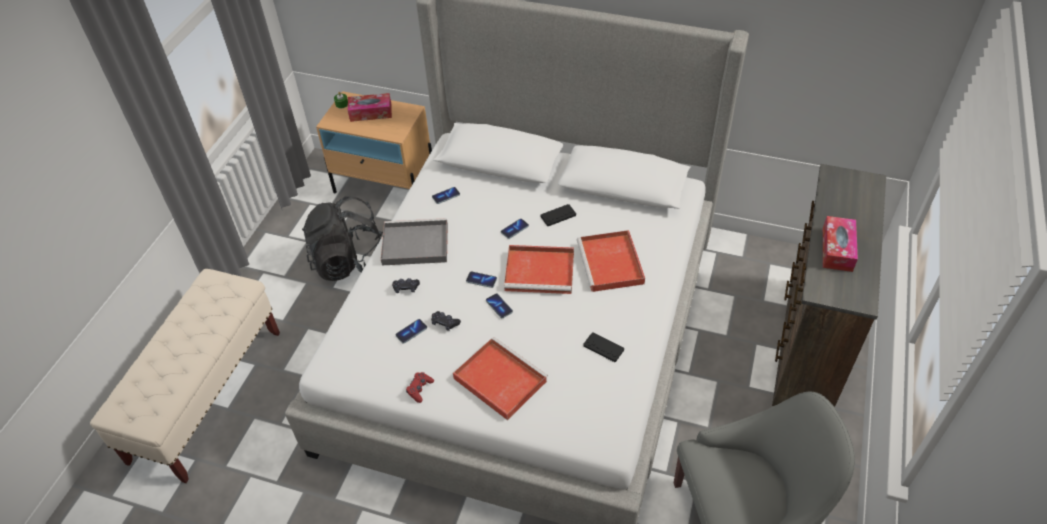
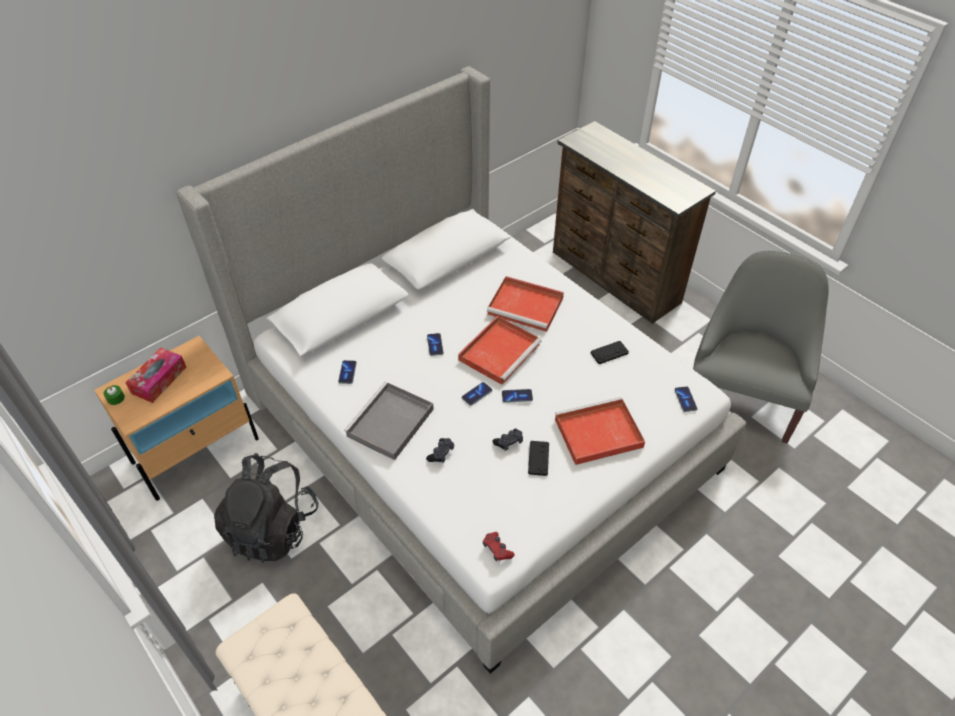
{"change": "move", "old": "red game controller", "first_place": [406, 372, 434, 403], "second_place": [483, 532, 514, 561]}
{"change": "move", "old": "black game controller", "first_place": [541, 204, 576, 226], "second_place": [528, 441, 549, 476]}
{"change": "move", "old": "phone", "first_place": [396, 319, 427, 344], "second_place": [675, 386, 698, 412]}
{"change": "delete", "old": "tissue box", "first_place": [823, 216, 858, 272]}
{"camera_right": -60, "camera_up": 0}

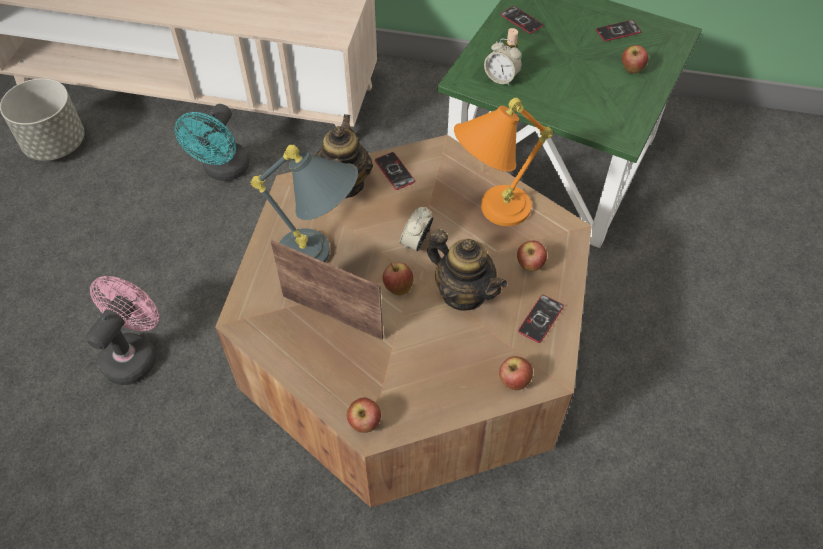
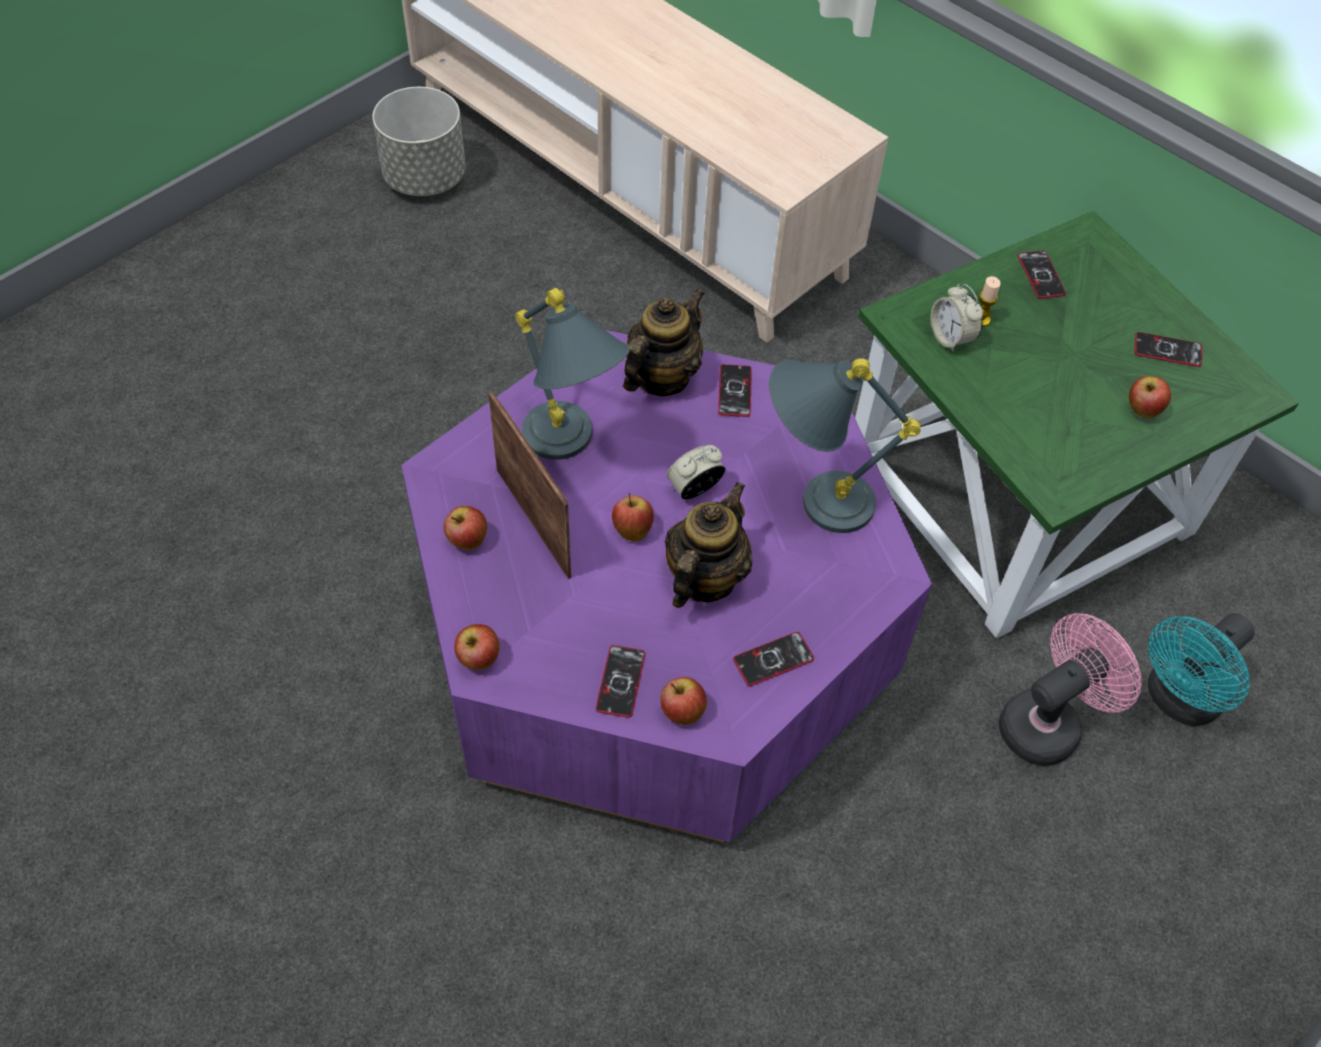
{"change": "recolor", "old": "brown coffee table", "new": "purple coffee table", "first_place": [215, 135, 592, 508], "second_place": [401, 330, 932, 842]}
{"change": "move", "old": "apple", "first_place": [517, 241, 547, 271], "second_place": [444, 506, 487, 550]}
{"change": "insert", "new": "phone", "second_place": [596, 645, 645, 718]}
{"change": "rotate", "old": "teapot", "first_place": [427, 229, 507, 310], "second_place": [664, 482, 753, 608], "degrees": -135}
{"change": "recolor", "old": "orange table lamp", "new": "grey table lamp", "first_place": [454, 98, 553, 226], "second_place": [769, 358, 921, 533]}
{"change": "move", "old": "pink fan", "first_place": [86, 276, 159, 385], "second_place": [999, 613, 1142, 766]}
{"change": "move", "old": "turquoise fan", "first_place": [175, 104, 250, 181], "second_place": [1148, 613, 1255, 726]}
{"camera_right": 30, "camera_up": 0}

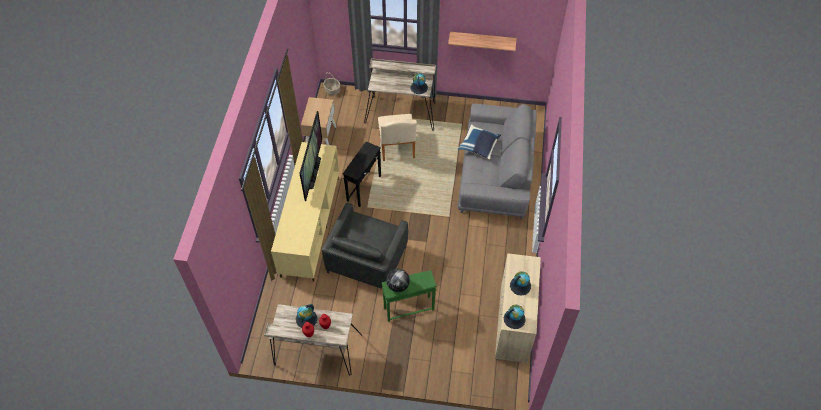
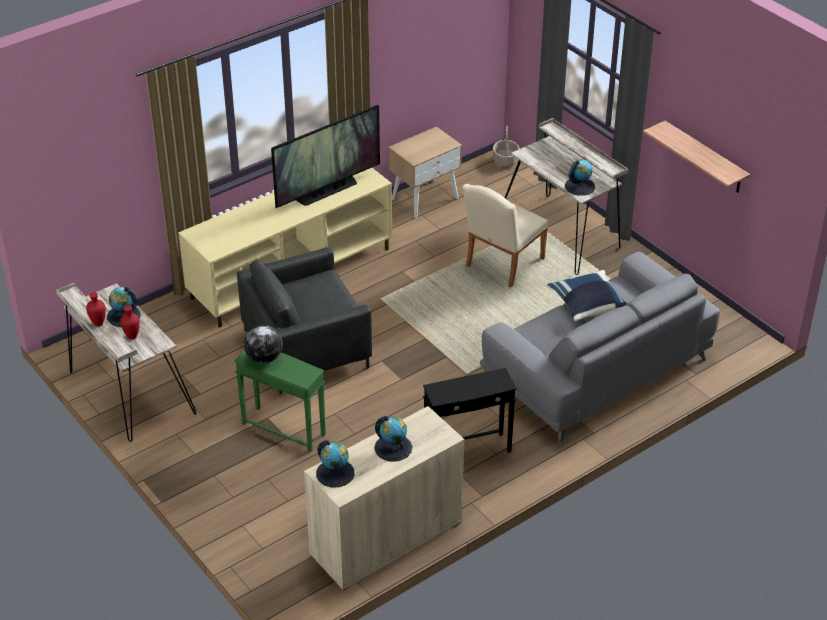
{"change": "move", "old": "black side table", "first_place": [343, 142, 381, 207], "second_place": [423, 368, 517, 453]}
{"camera_right": 45, "camera_up": -15}

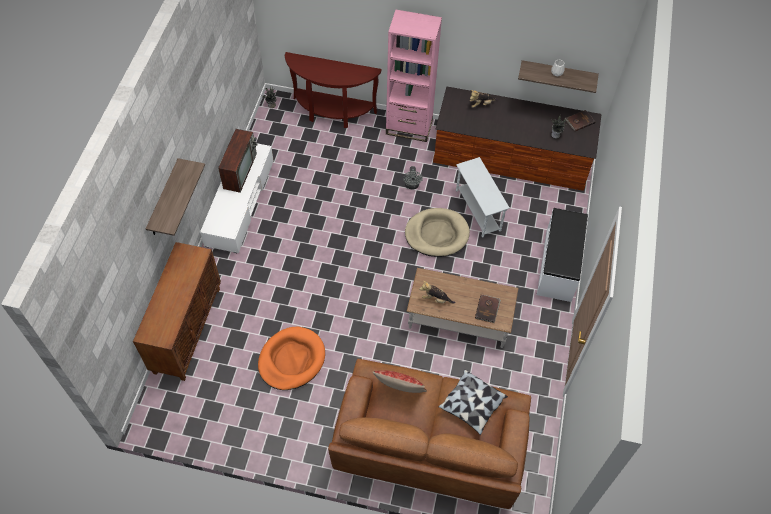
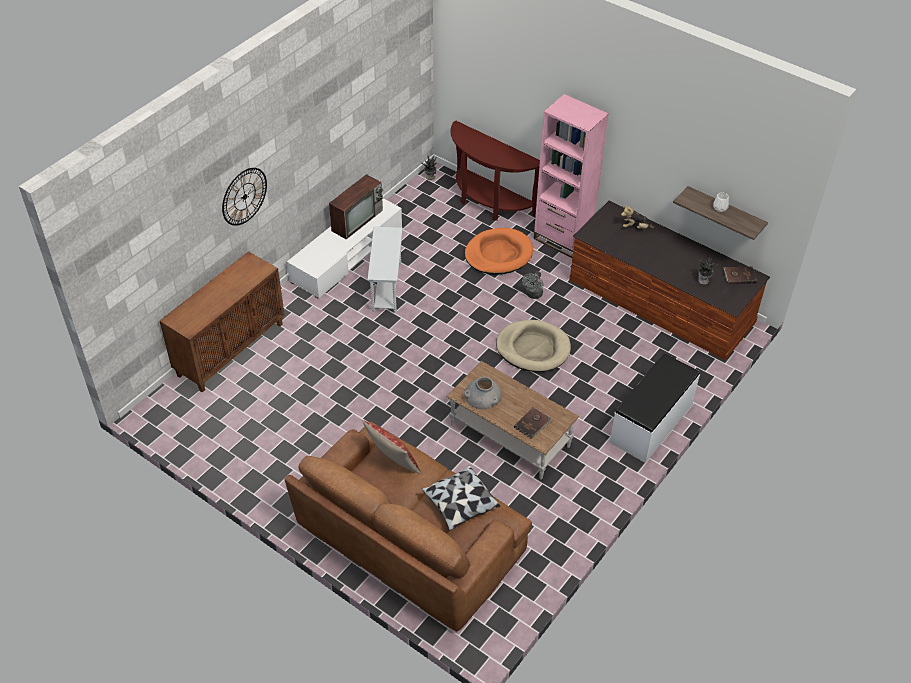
{"change": "replace", "old": "shelf", "new": "wall clock", "first_place": [146, 158, 205, 236], "second_place": [222, 168, 267, 226]}
{"change": "move", "old": "white side table", "first_place": [456, 157, 510, 237], "second_place": [367, 227, 403, 312]}
{"change": "replace", "old": "plush toy", "new": "grey vase", "first_place": [419, 281, 455, 303], "second_place": [464, 377, 502, 409]}
{"change": "move", "old": "orange dog bed", "first_place": [258, 327, 325, 390], "second_place": [465, 228, 533, 275]}
{"camera_right": 25, "camera_up": -10}

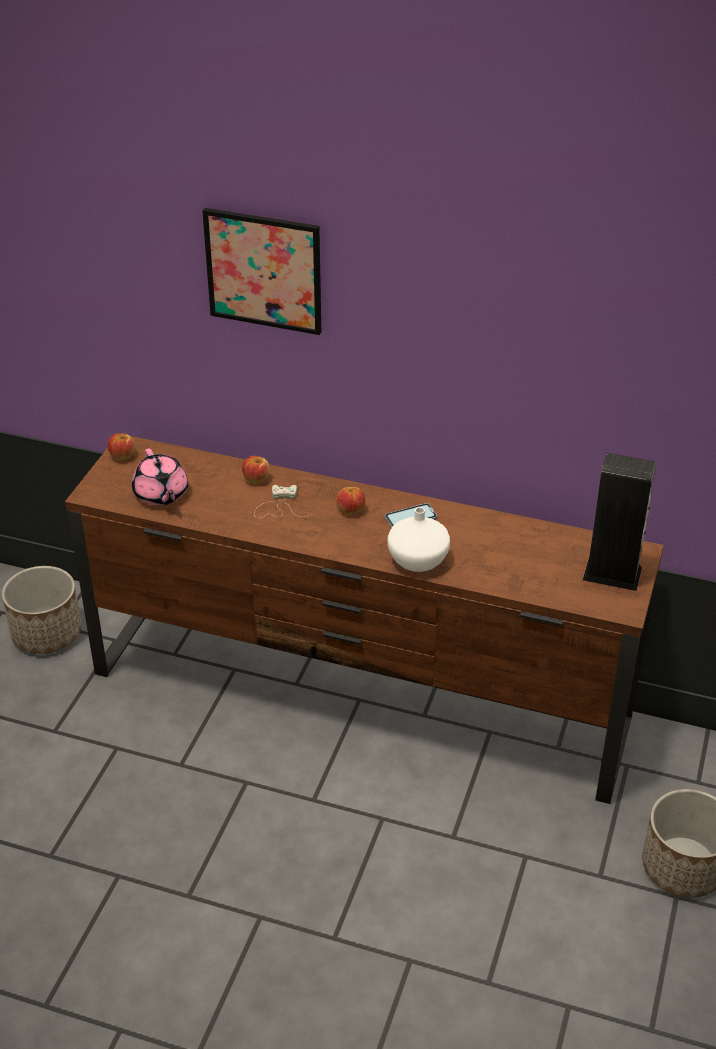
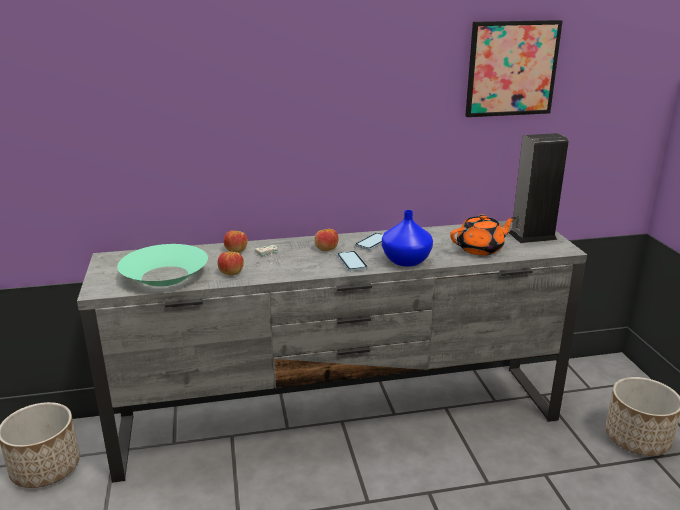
{"change": "recolor", "old": "brown tv stand", "new": "grey tv stand", "first_place": [65, 436, 664, 804], "second_place": [77, 221, 587, 483]}
{"change": "replace", "old": "pink teapot", "new": "turquoise bowl", "first_place": [132, 448, 188, 506], "second_place": [117, 244, 208, 287]}
{"change": "move", "old": "apple", "first_place": [107, 433, 135, 461], "second_place": [217, 252, 244, 276]}
{"change": "insert", "new": "phone", "second_place": [337, 251, 368, 271]}
{"change": "recolor", "old": "white vase", "new": "blue vase", "first_place": [388, 507, 450, 572], "second_place": [382, 210, 433, 267]}
{"change": "insert", "new": "orange teapot", "second_place": [450, 214, 516, 255]}
{"change": "move", "old": "picture", "first_place": [202, 208, 321, 335], "second_place": [465, 20, 562, 117]}
{"camera_right": -30, "camera_up": -15}

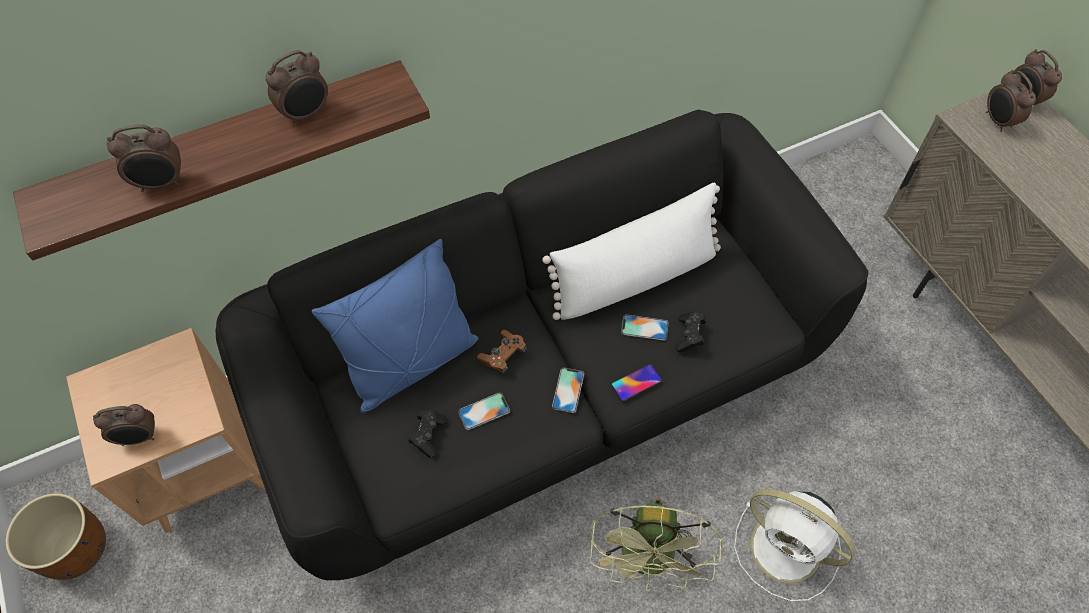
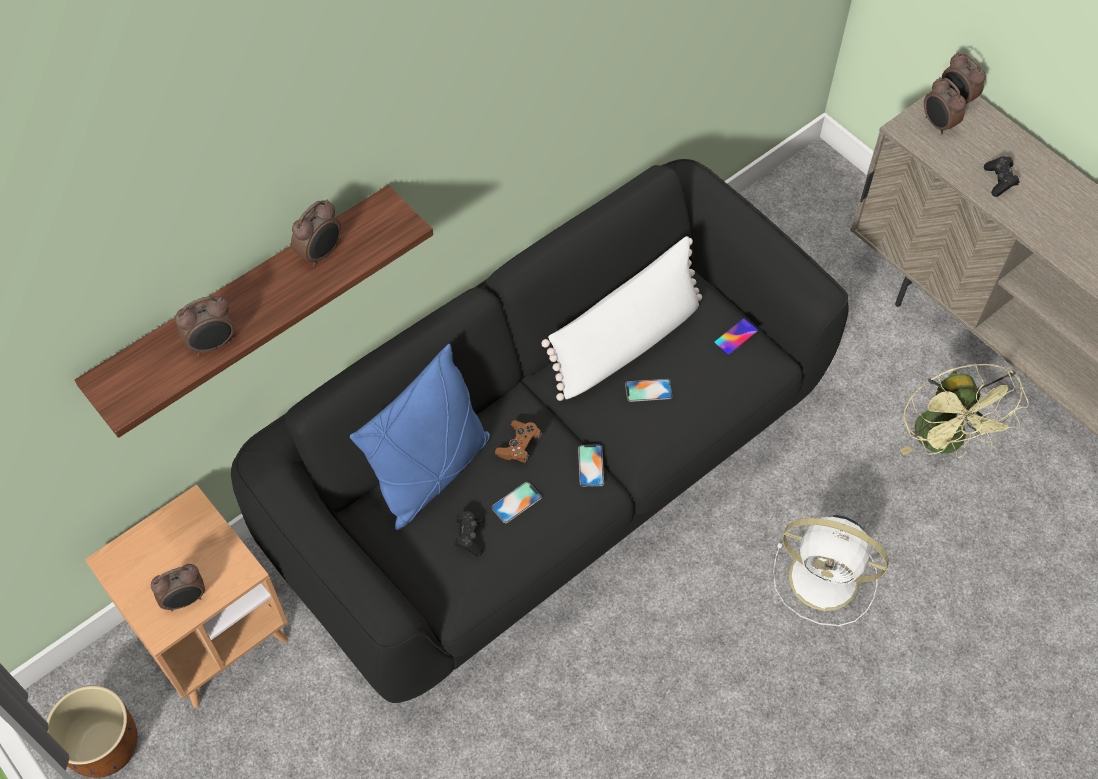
{"change": "move", "old": "phone", "first_place": [611, 364, 662, 401], "second_place": [714, 318, 759, 355]}
{"change": "move", "old": "green fan", "first_place": [589, 498, 723, 591], "second_place": [900, 363, 1029, 458]}
{"change": "move", "old": "black game controller", "first_place": [676, 312, 706, 352], "second_place": [984, 156, 1019, 197]}
{"camera_right": -15, "camera_up": 0}

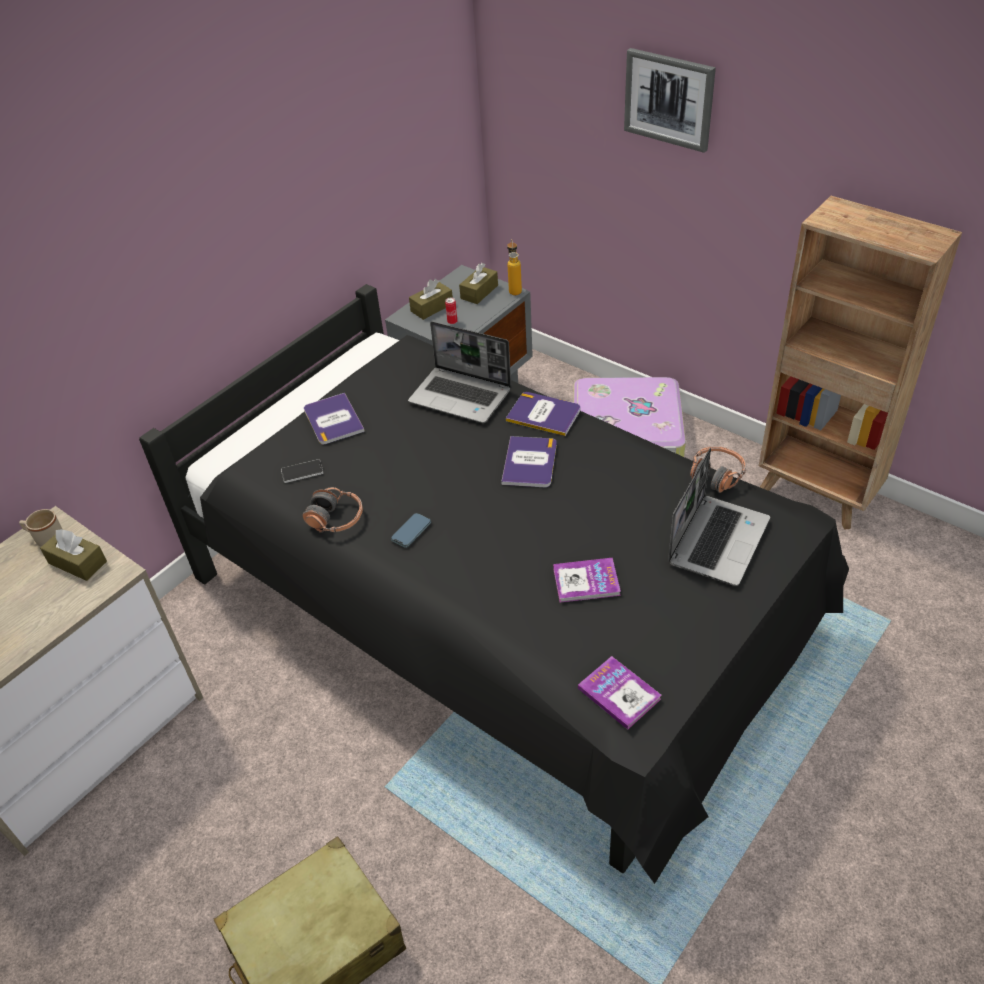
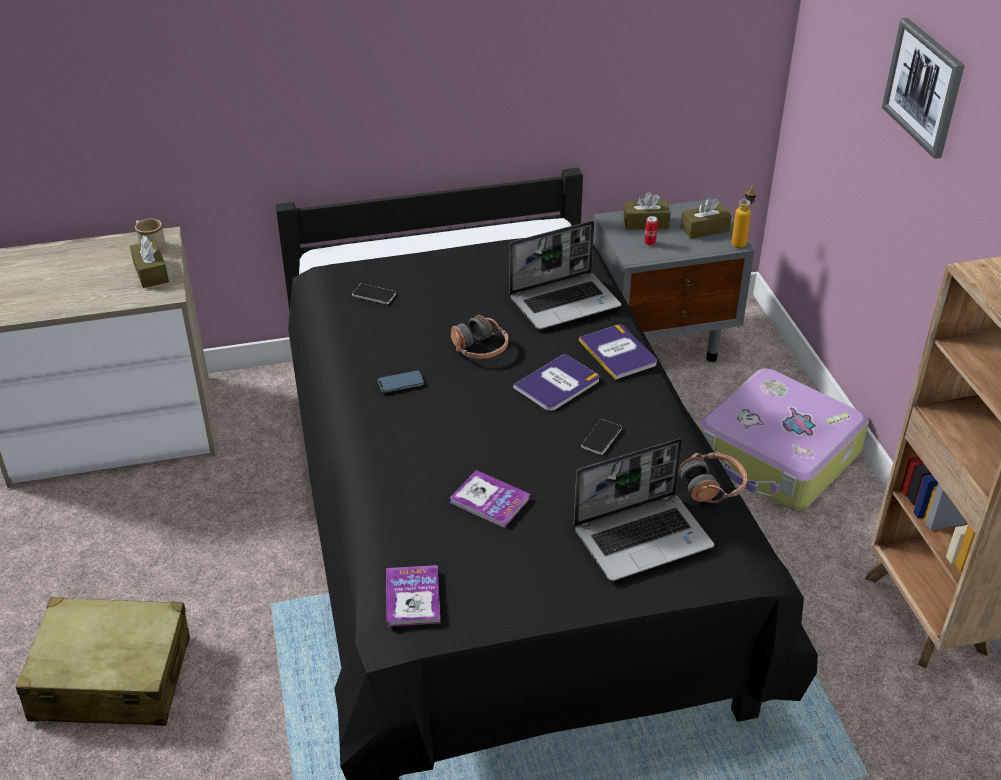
{"change": "move", "old": "headphones", "first_place": [302, 487, 363, 533], "second_place": [451, 315, 508, 359]}
{"change": "rotate", "old": "laptop", "first_place": [408, 321, 511, 423], "second_place": [509, 221, 621, 329], "degrees": -90}
{"change": "insert", "new": "phone", "second_place": [581, 419, 622, 455]}
{"change": "delete", "old": "book", "first_place": [304, 393, 365, 444]}
{"camera_right": 35, "camera_up": -5}

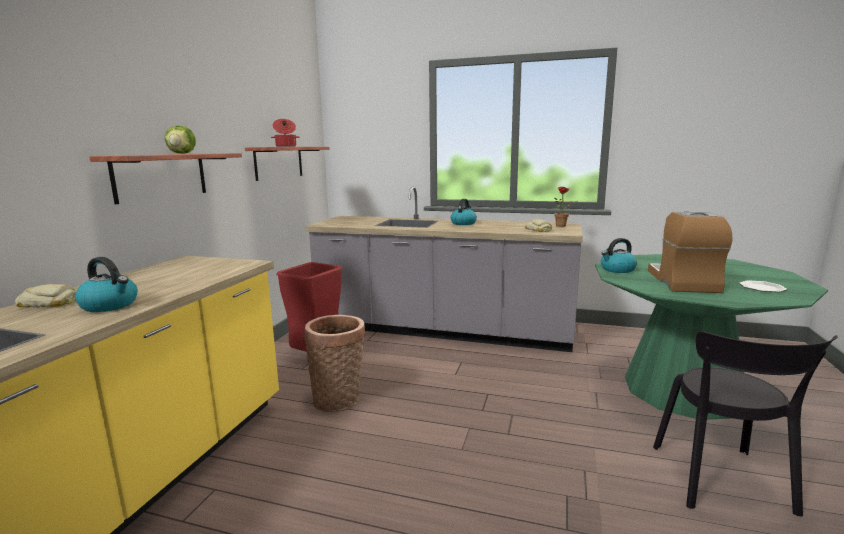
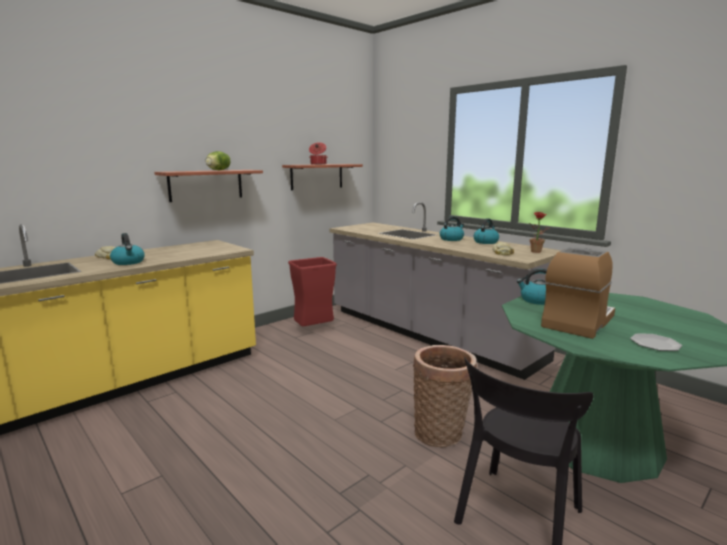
{"change": "move", "old": "basket", "first_place": [304, 315, 365, 412], "second_place": [413, 345, 477, 447]}
{"change": "insert", "new": "kettle", "second_place": [473, 218, 499, 244]}
{"camera_right": 30, "camera_up": 0}

